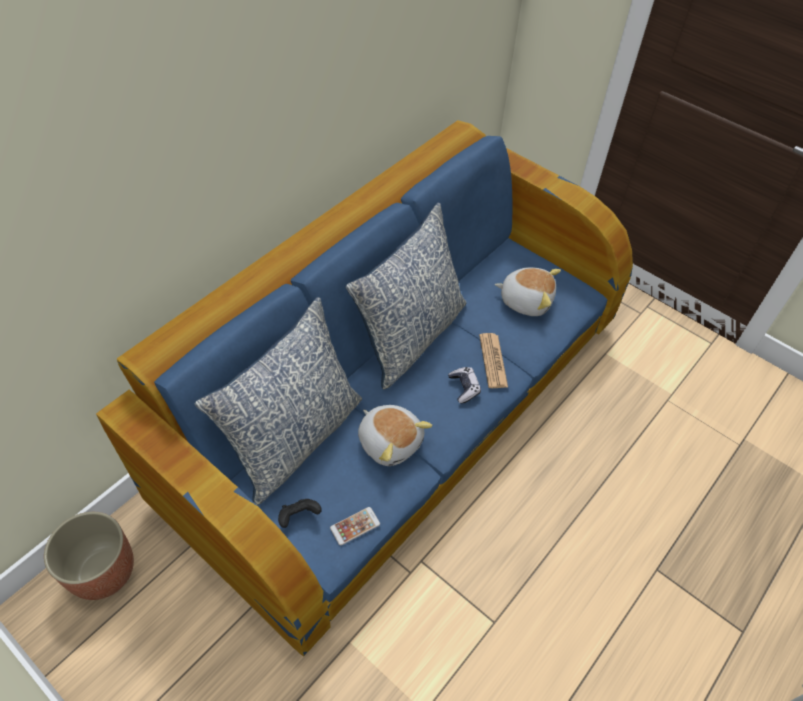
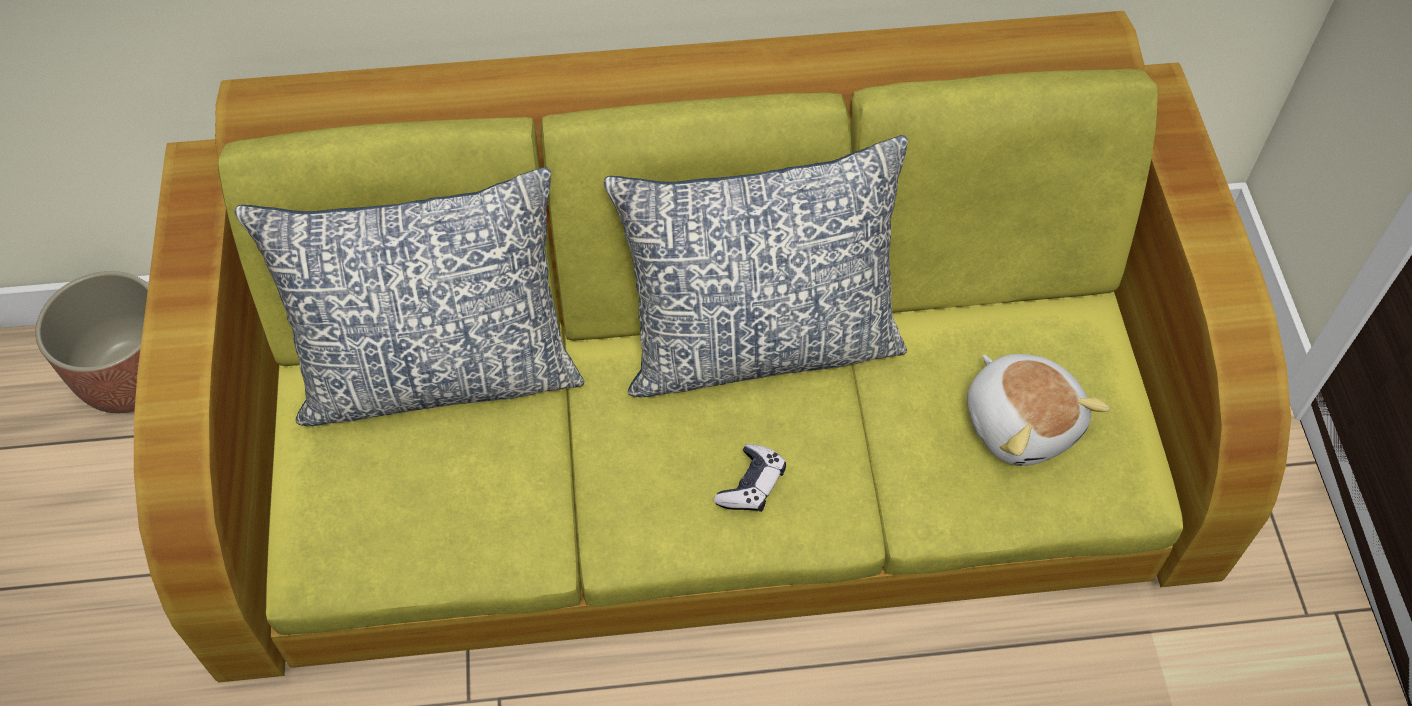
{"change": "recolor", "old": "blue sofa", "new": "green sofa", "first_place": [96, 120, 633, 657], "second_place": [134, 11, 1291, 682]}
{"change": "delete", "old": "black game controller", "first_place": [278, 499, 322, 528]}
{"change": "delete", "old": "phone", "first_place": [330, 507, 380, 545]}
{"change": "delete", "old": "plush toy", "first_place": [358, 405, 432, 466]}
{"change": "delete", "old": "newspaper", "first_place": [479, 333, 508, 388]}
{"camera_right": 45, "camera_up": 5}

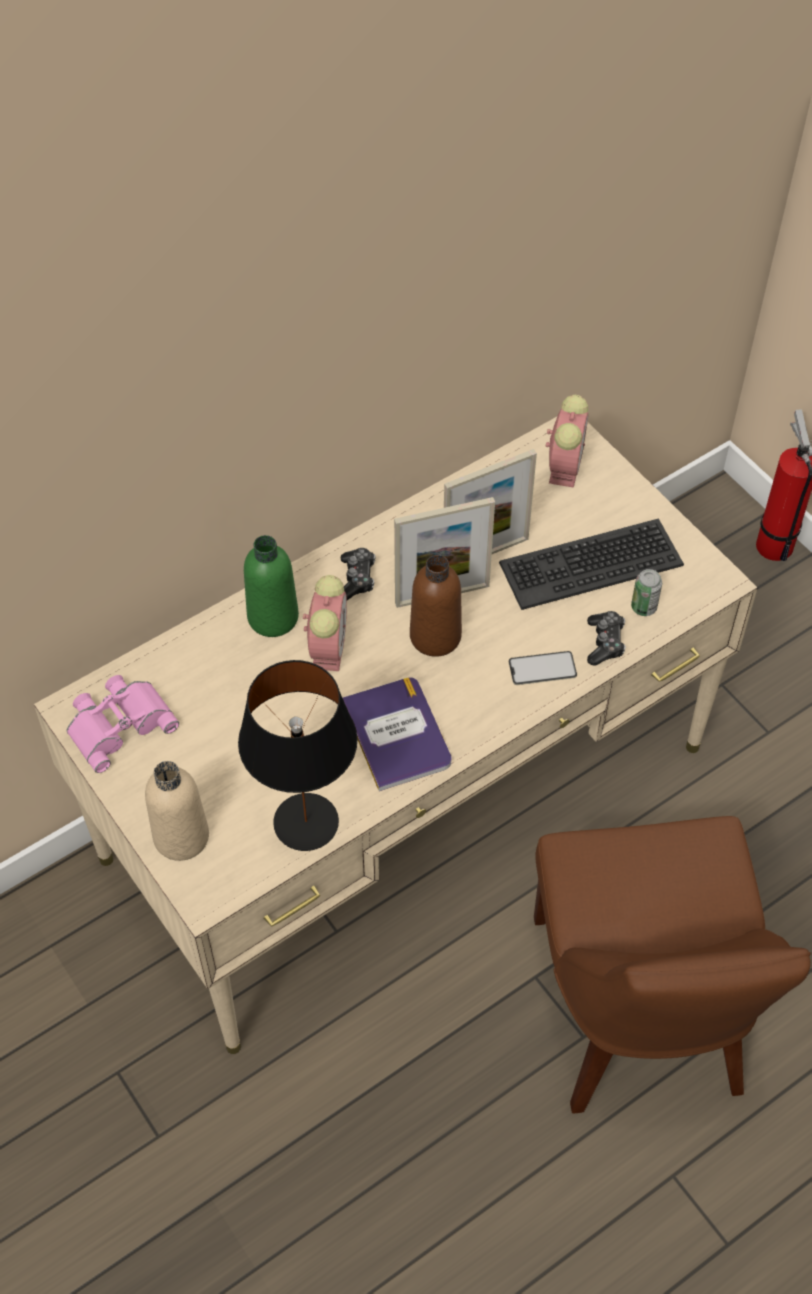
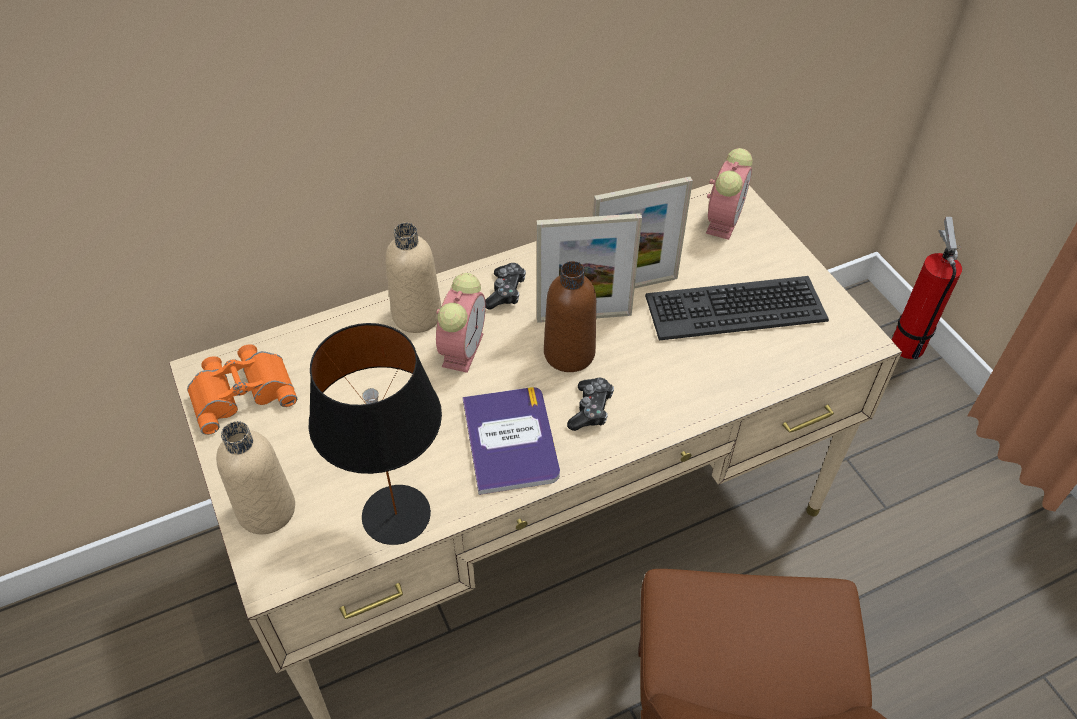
{"change": "recolor", "old": "pink binoculars", "new": "orange binoculars", "first_place": [67, 675, 179, 773], "second_place": [187, 345, 297, 435]}
{"change": "recolor", "old": "green bottle", "new": "beige bottle", "first_place": [244, 535, 299, 637], "second_place": [385, 223, 441, 333]}
{"change": "move", "old": "game controller", "first_place": [587, 611, 626, 666], "second_place": [567, 378, 614, 431]}
{"change": "delete", "old": "phone", "first_place": [509, 651, 577, 685]}
{"change": "delete", "old": "can", "first_place": [631, 569, 662, 616]}
{"camera_right": 10, "camera_up": -5}

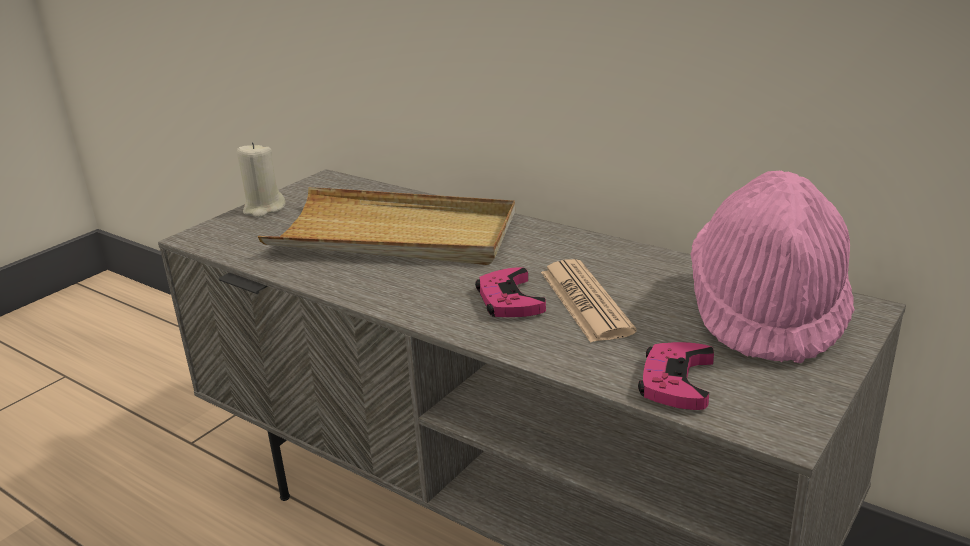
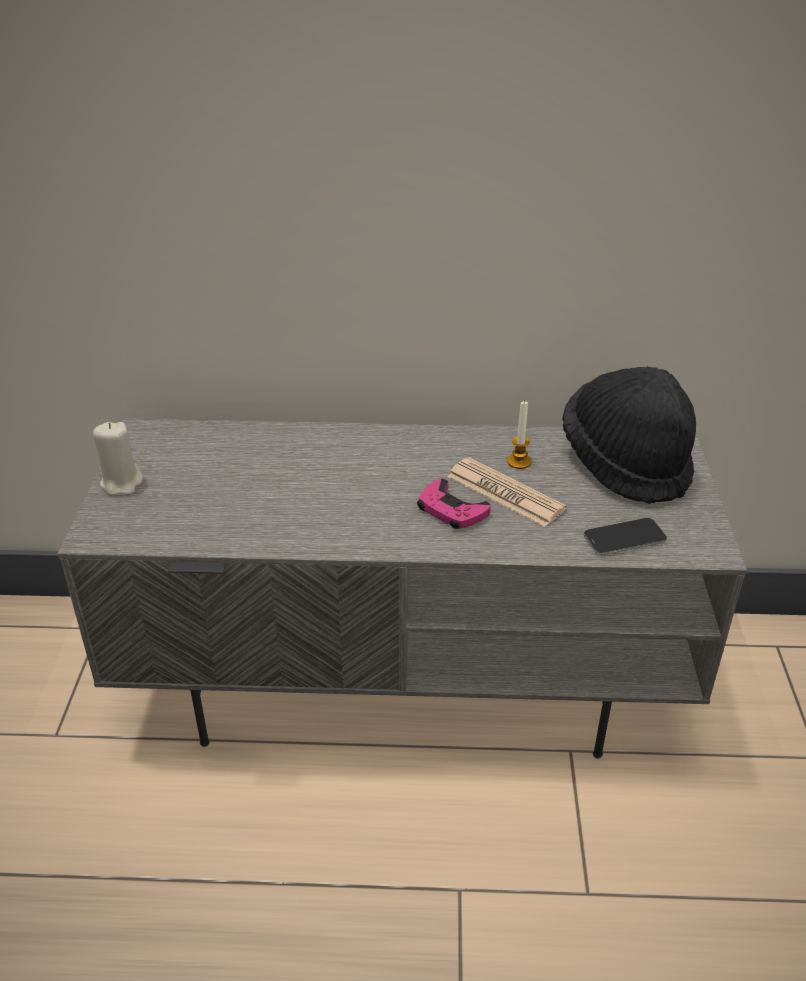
{"change": "insert", "new": "candle", "second_place": [507, 400, 532, 469]}
{"change": "recolor", "old": "pink hat", "new": "black hat", "first_place": [691, 171, 855, 363], "second_place": [562, 366, 696, 504]}
{"change": "replace", "old": "pink game controller", "new": "phone", "first_place": [638, 342, 714, 410], "second_place": [584, 518, 667, 555]}
{"change": "delete", "old": "beige tray", "first_place": [258, 187, 515, 265]}
{"camera_right": -35, "camera_up": 10}

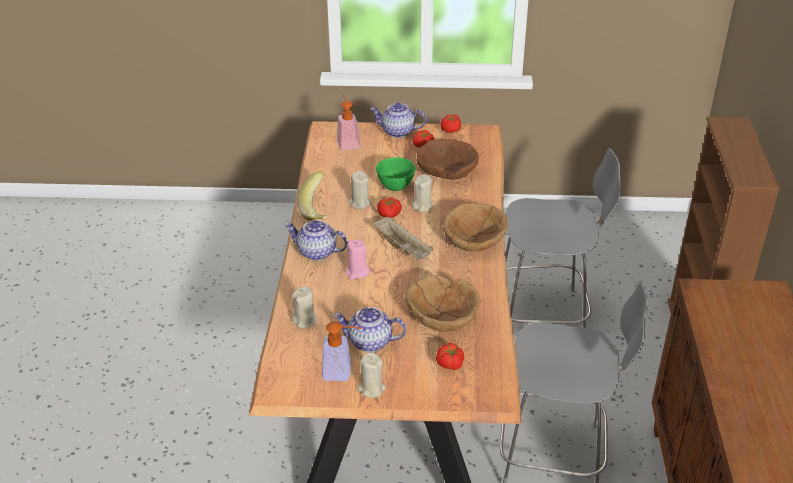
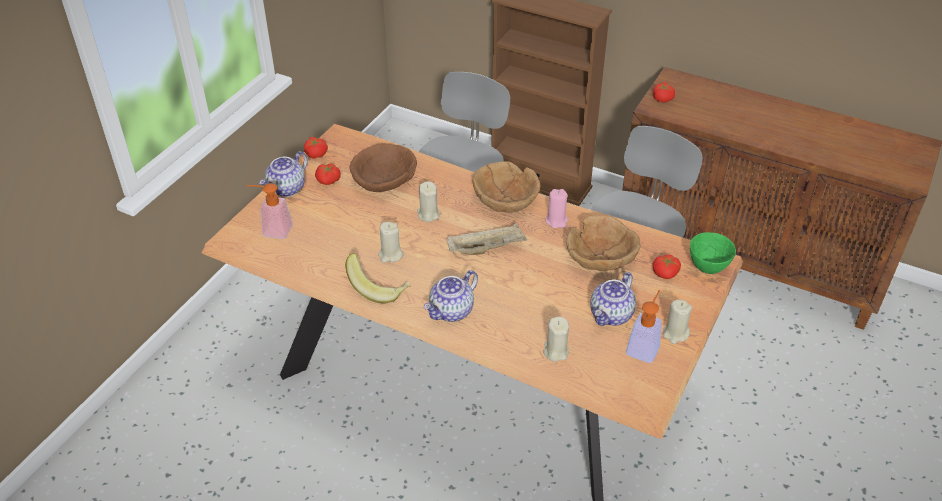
{"change": "move", "old": "pink candle", "first_place": [345, 240, 370, 280], "second_place": [546, 189, 568, 228]}
{"change": "move", "old": "tomato", "first_place": [377, 197, 402, 218], "second_place": [653, 82, 675, 102]}
{"change": "move", "old": "green bowl", "first_place": [376, 157, 416, 191], "second_place": [690, 232, 736, 274]}
{"camera_right": -65, "camera_up": 5}

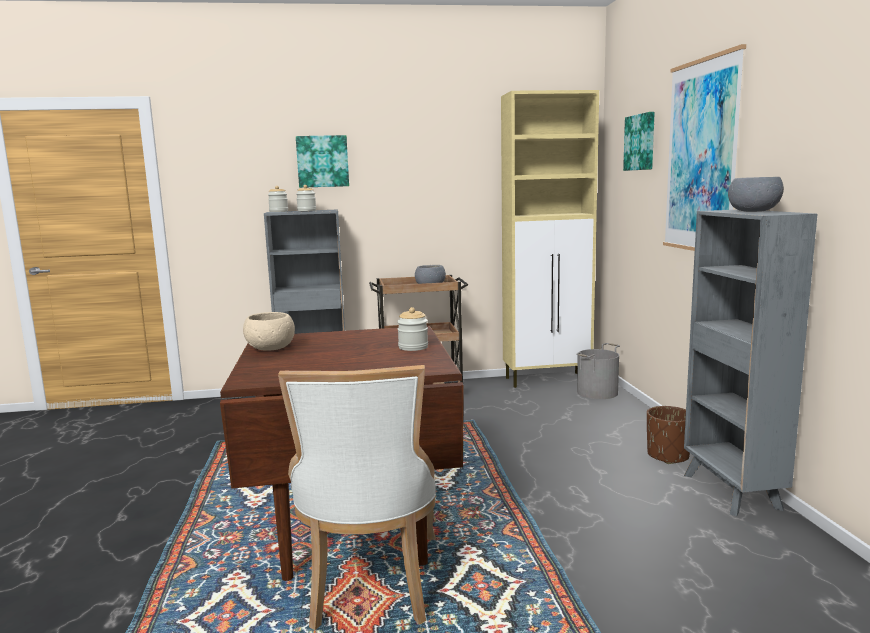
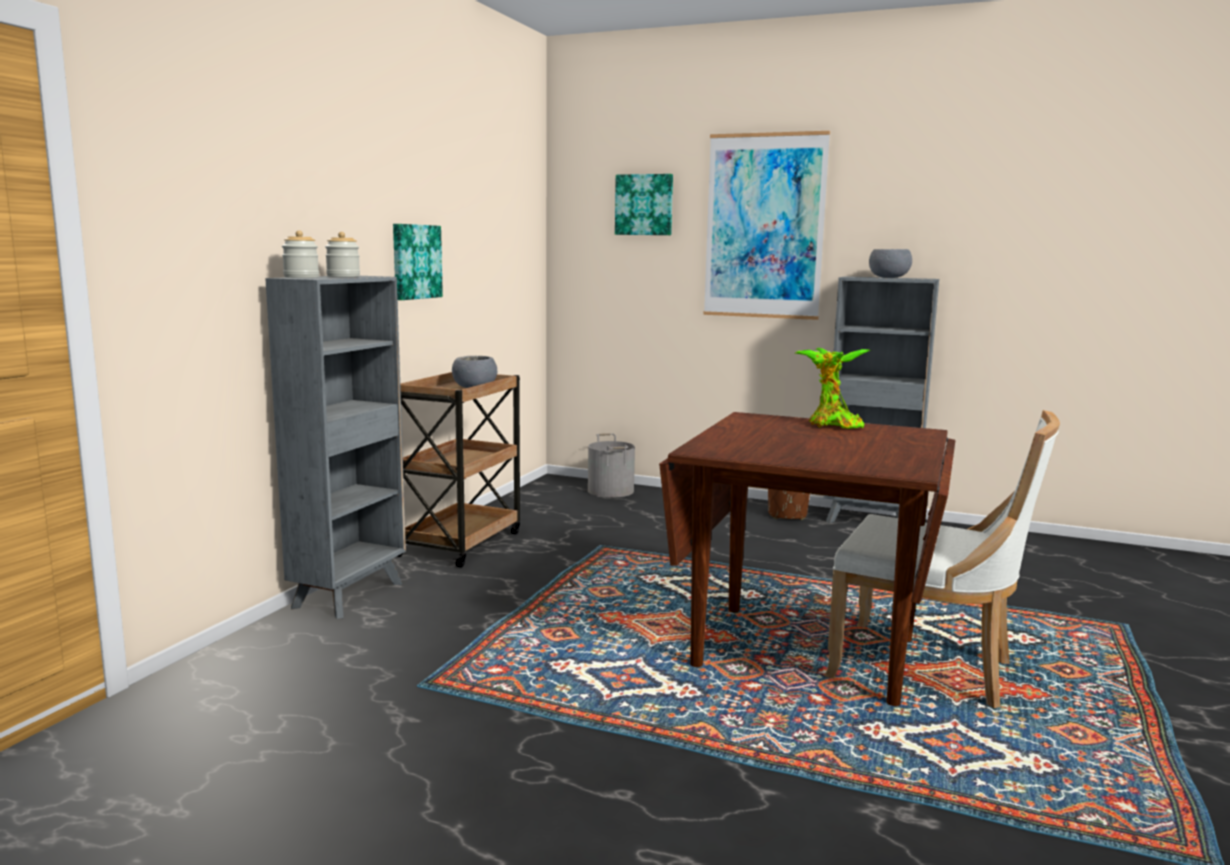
{"change": "move", "old": "picture", "first_place": [296, 135, 349, 188], "second_place": [393, 224, 443, 300]}
{"change": "replace", "old": "jar", "new": "potted plant", "first_place": [397, 307, 428, 351], "second_place": [795, 348, 870, 429]}
{"change": "delete", "old": "beige bowl", "first_place": [243, 312, 295, 351]}
{"change": "delete", "old": "beige cabinet", "first_place": [501, 90, 599, 388]}
{"camera_right": -60, "camera_up": 0}

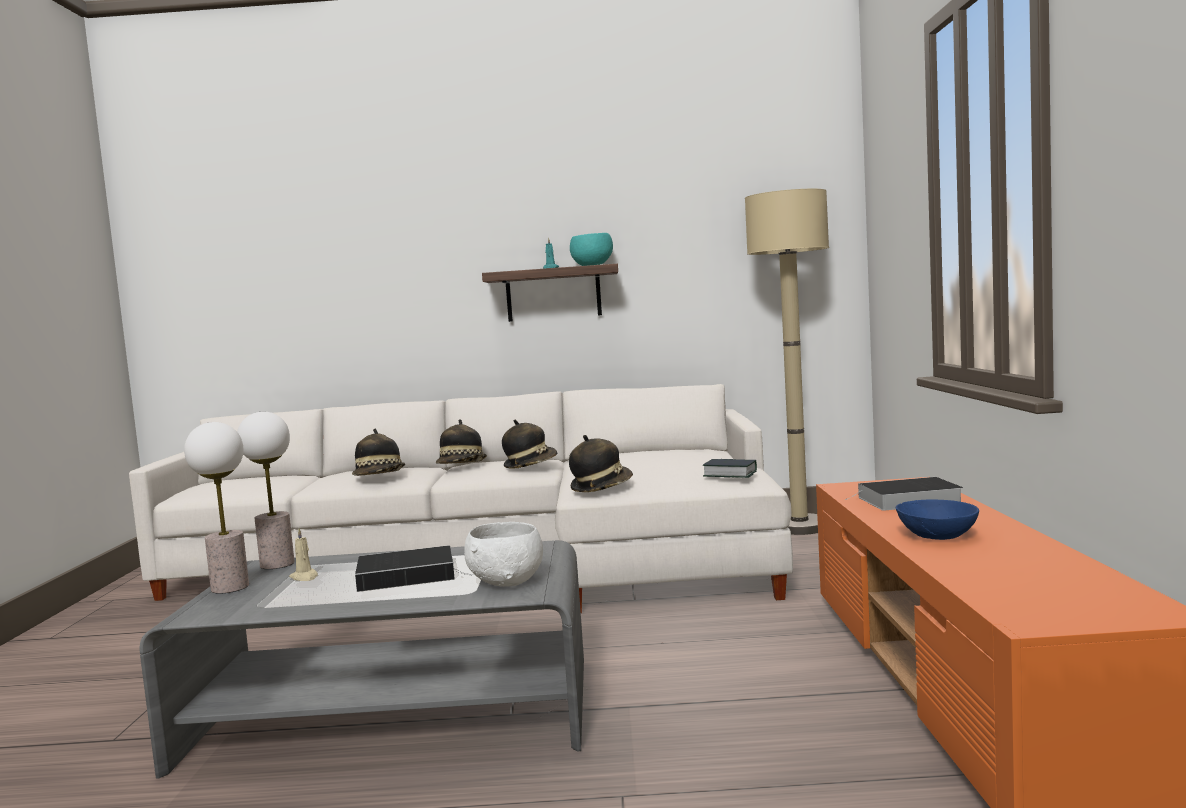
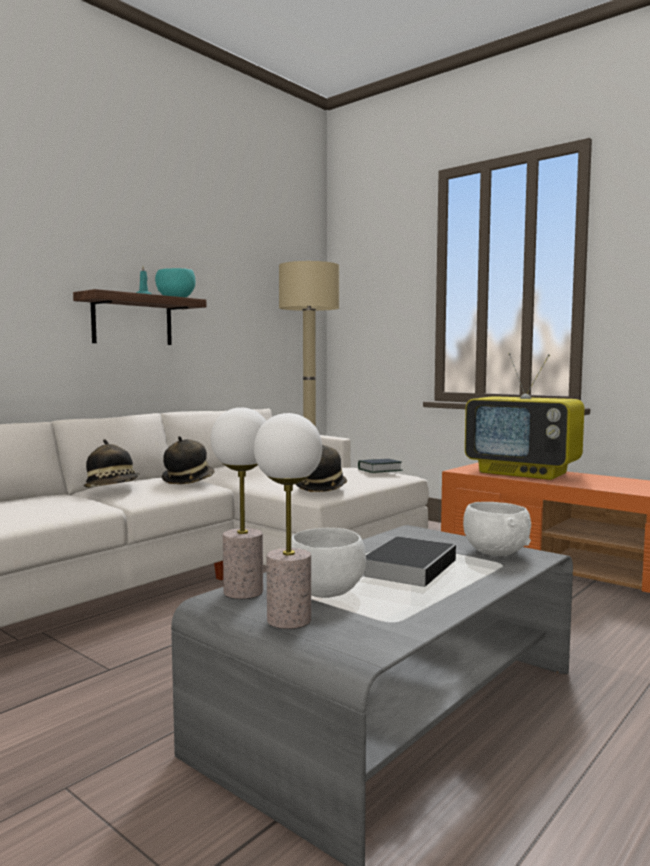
{"change": "replace", "old": "beige candle", "new": "white bowl", "first_place": [289, 528, 318, 581], "second_place": [291, 528, 366, 598]}
{"change": "replace", "old": "book", "new": "television", "first_place": [845, 477, 963, 511], "second_place": [465, 353, 584, 480]}
{"change": "delete", "old": "hat", "first_place": [352, 429, 405, 476]}
{"change": "delete", "old": "blue bowl", "first_place": [896, 500, 979, 540]}
{"camera_right": -50, "camera_up": 0}

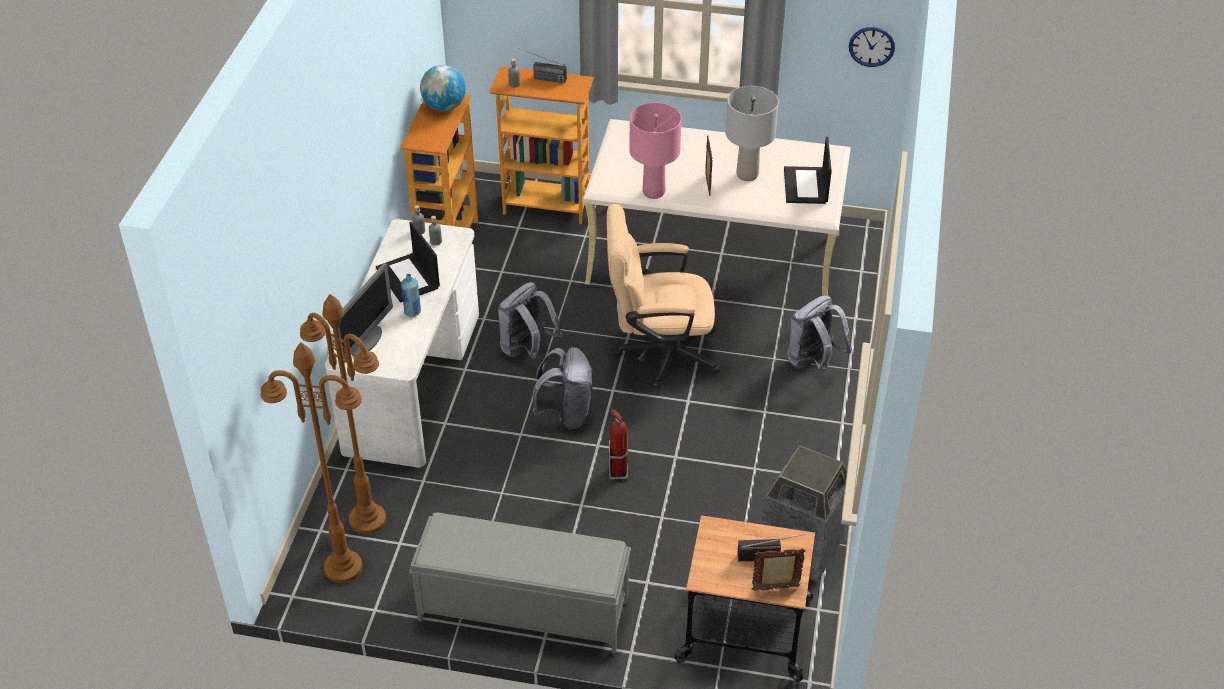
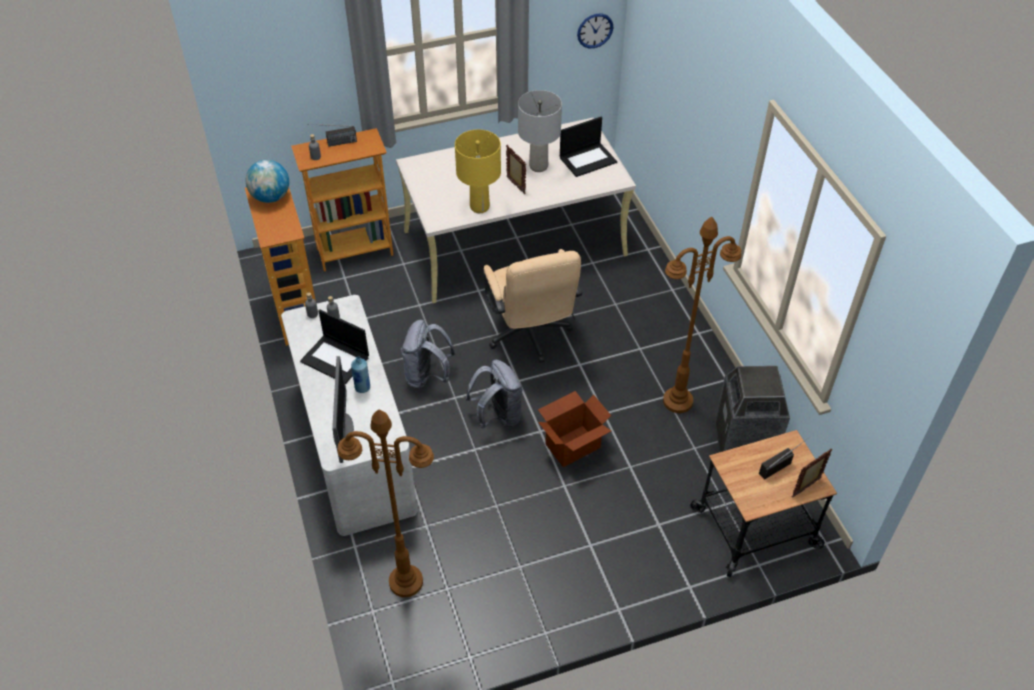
{"change": "recolor", "old": "pink table lamp", "new": "yellow table lamp", "first_place": [629, 103, 682, 199], "second_place": [455, 130, 501, 213]}
{"change": "rotate", "old": "beige office chair", "first_place": [607, 204, 720, 389], "second_place": [483, 249, 582, 363], "degrees": -75}
{"change": "replace", "old": "fire extinguisher", "new": "cardboard box", "first_place": [609, 409, 628, 480], "second_place": [538, 391, 611, 467]}
{"change": "rotate", "old": "laptop", "first_place": [784, 137, 832, 204], "second_place": [560, 117, 617, 177], "degrees": -90}
{"change": "move", "old": "brown floor lamp", "first_place": [261, 342, 363, 583], "second_place": [663, 217, 741, 413]}
{"change": "delete", "old": "grey bench", "first_place": [409, 513, 631, 653]}
{"change": "delete", "old": "grey backpack", "first_place": [787, 295, 852, 372]}
{"camera_right": -30, "camera_up": 5}

